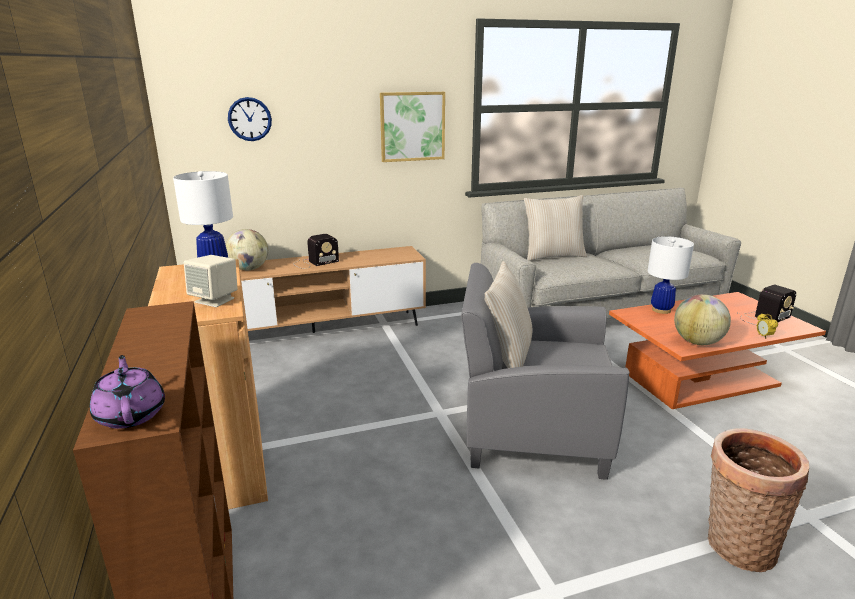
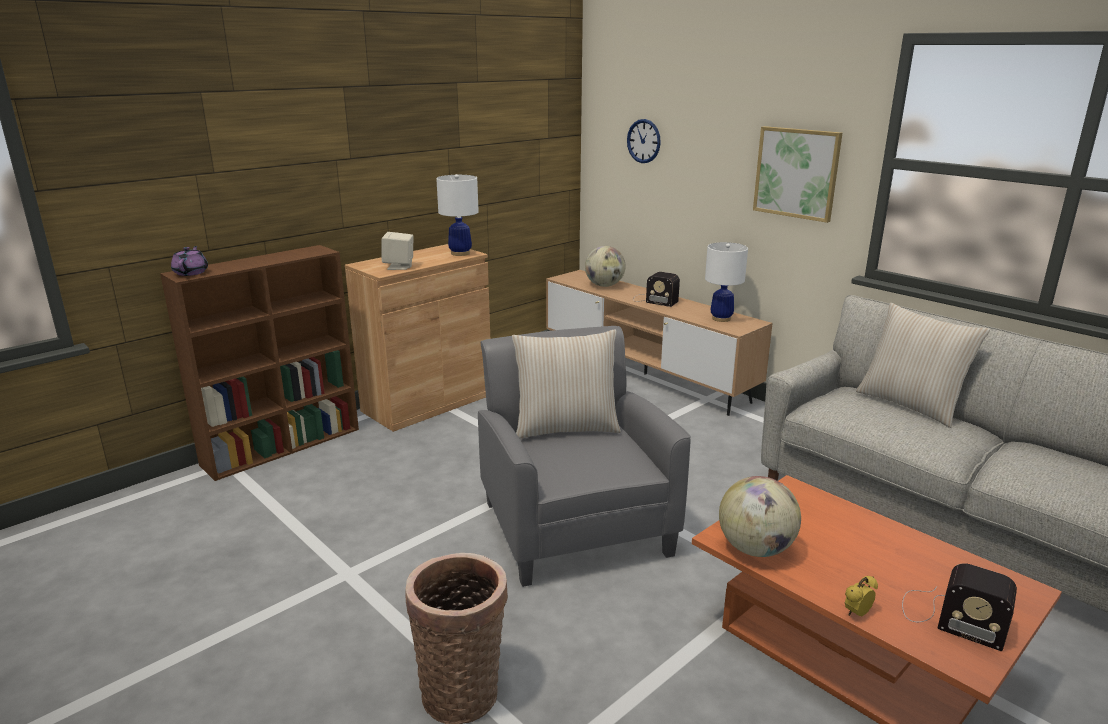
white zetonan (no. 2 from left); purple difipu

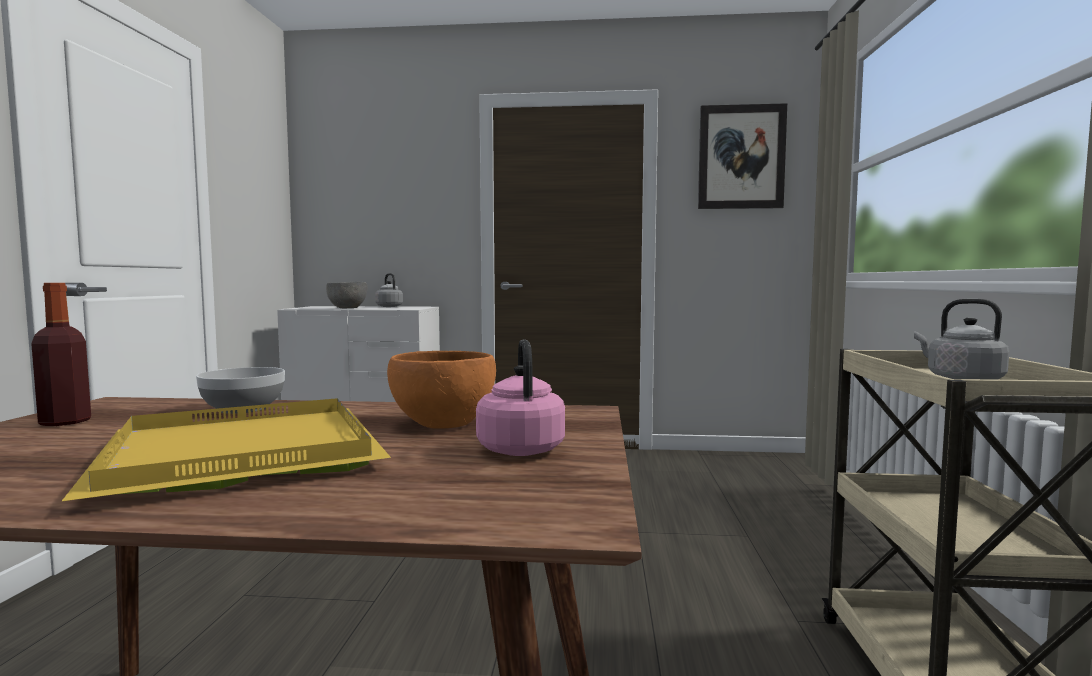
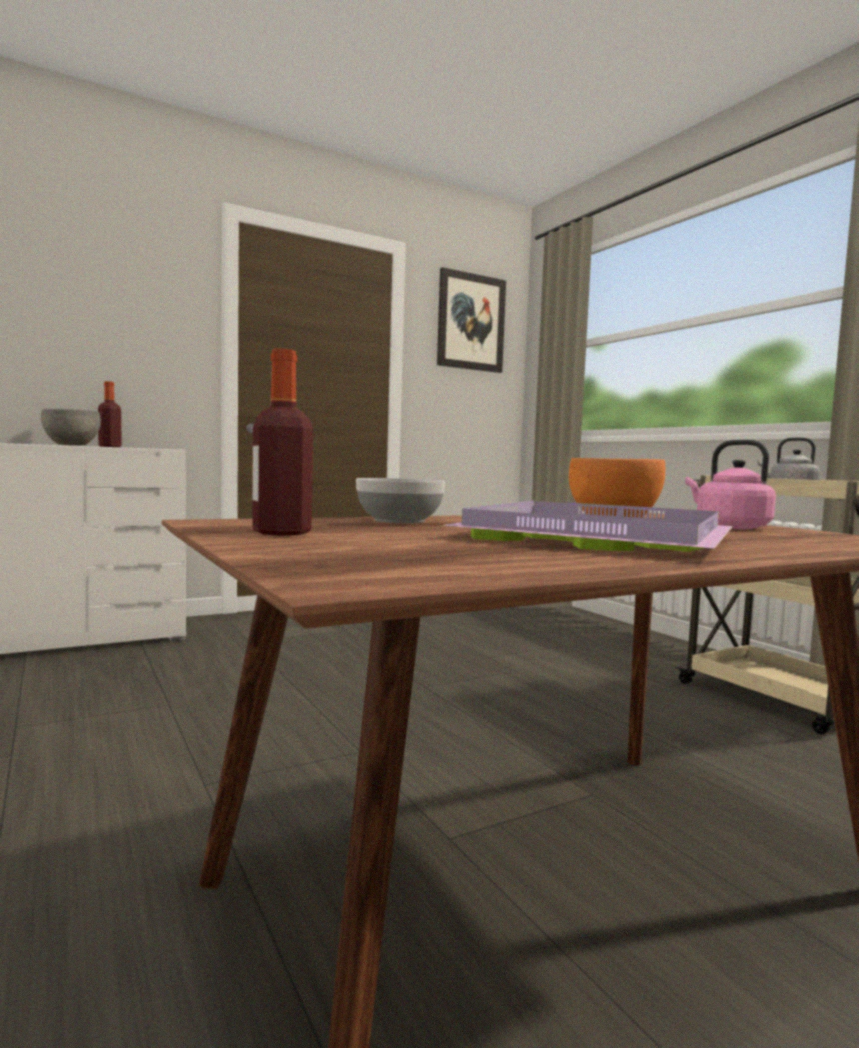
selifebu (no. 1 from left); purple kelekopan

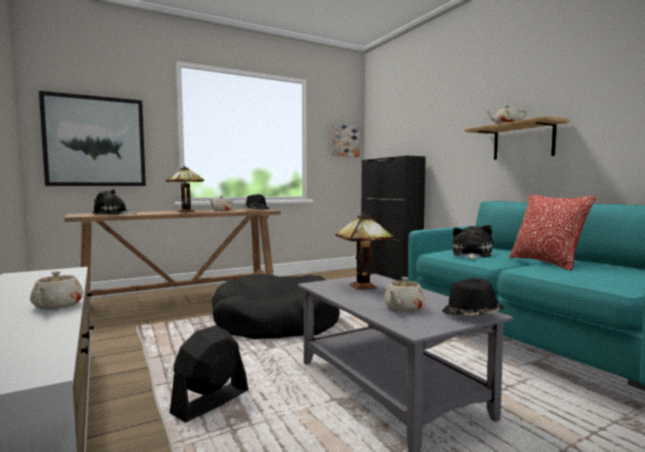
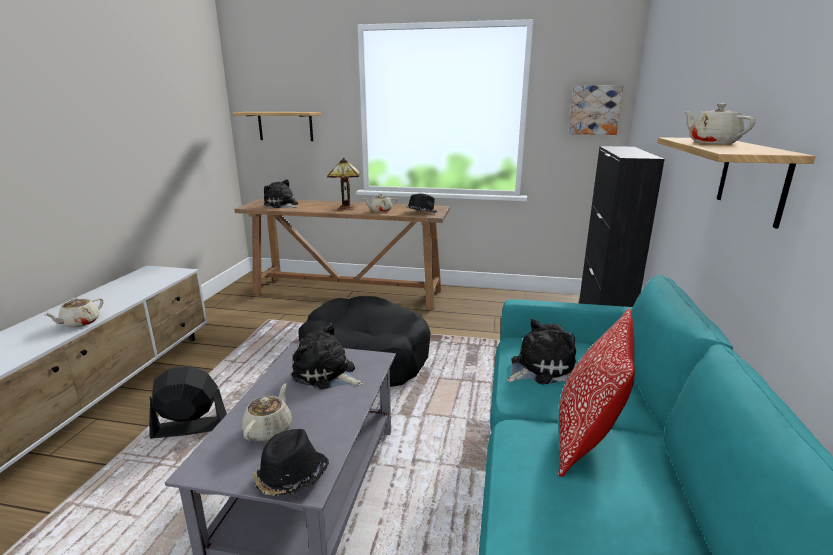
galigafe (no. 1 from left); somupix (no. 2 from left); beige difipu (no. 2 from left)

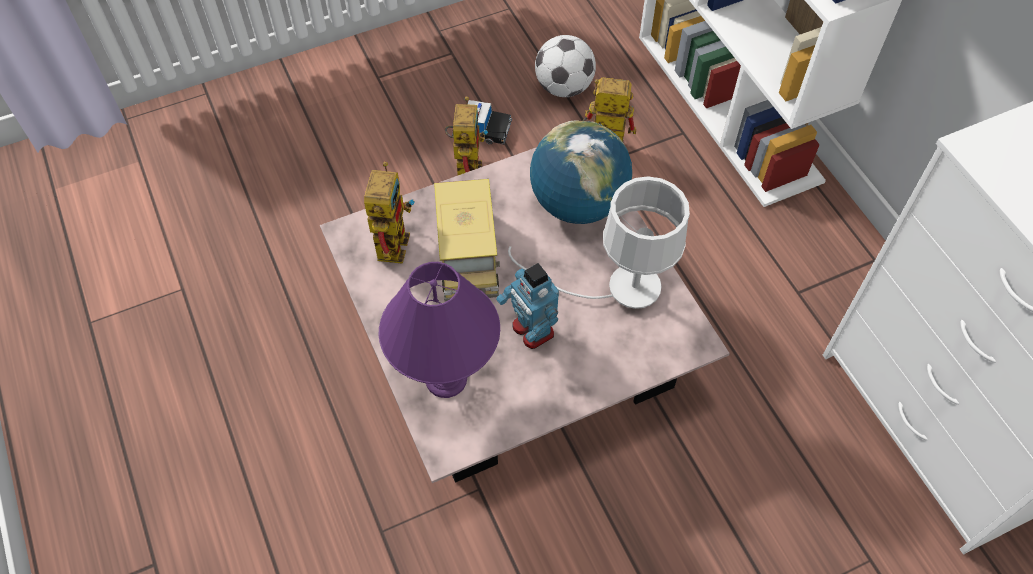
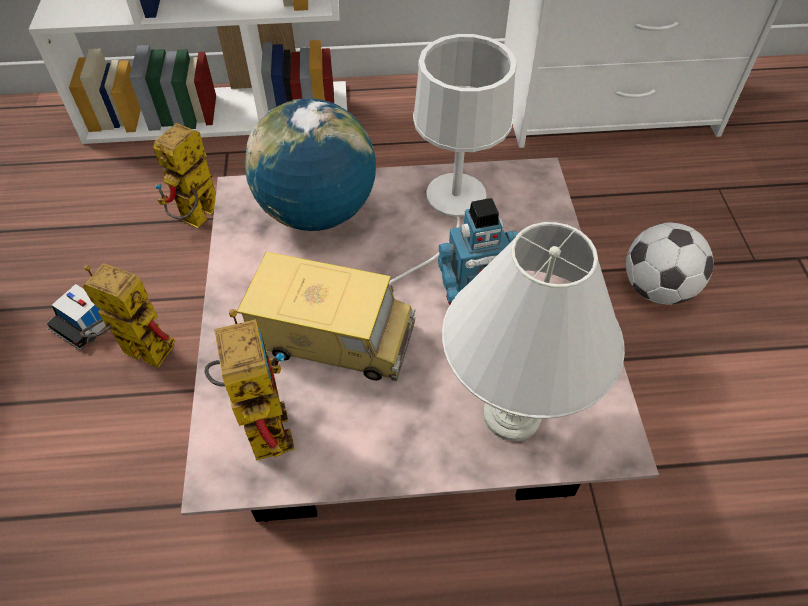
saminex; white zetonan (no. 2 from left); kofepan (no. 3 from left)

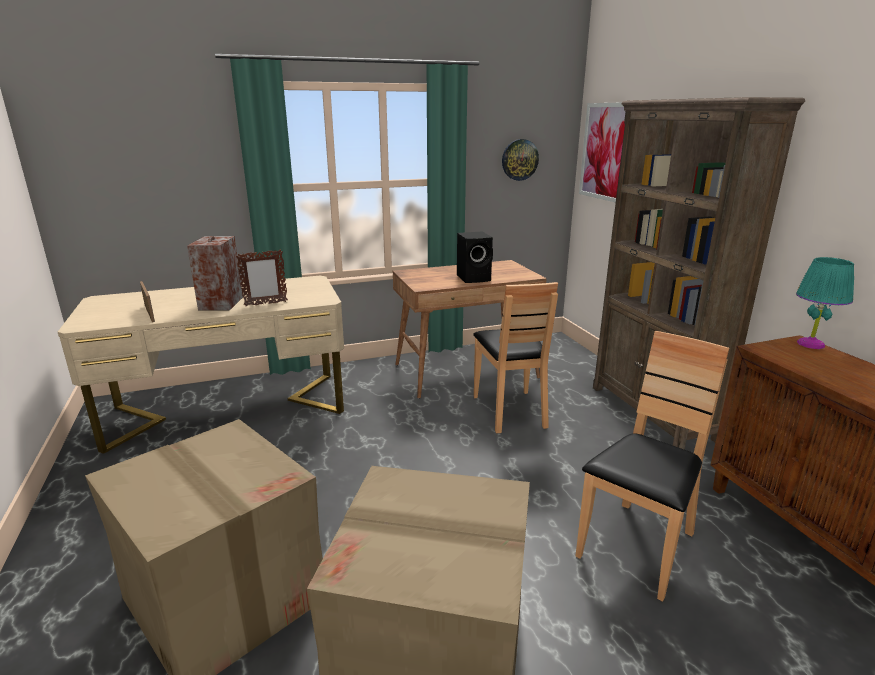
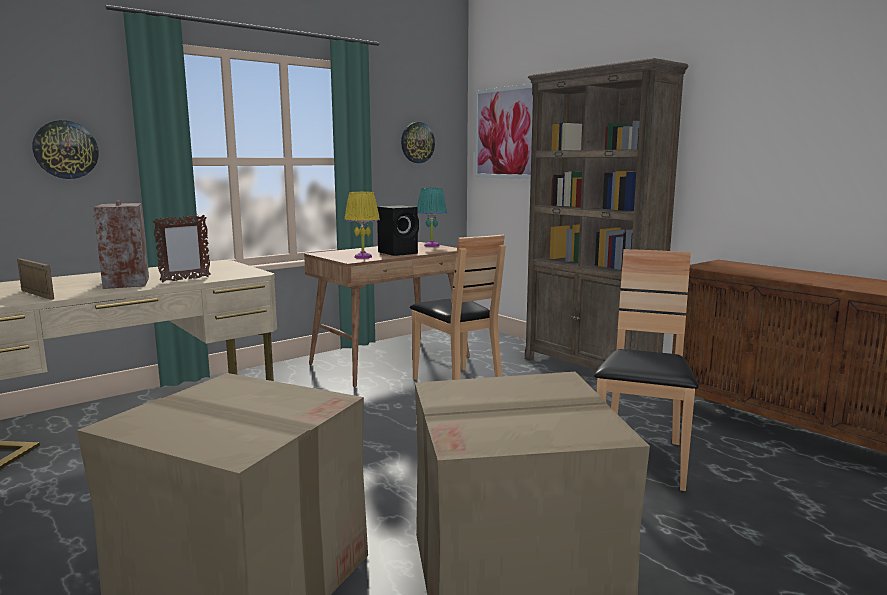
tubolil (no. 1 from left); yellow zetonan; turquoise zetonan

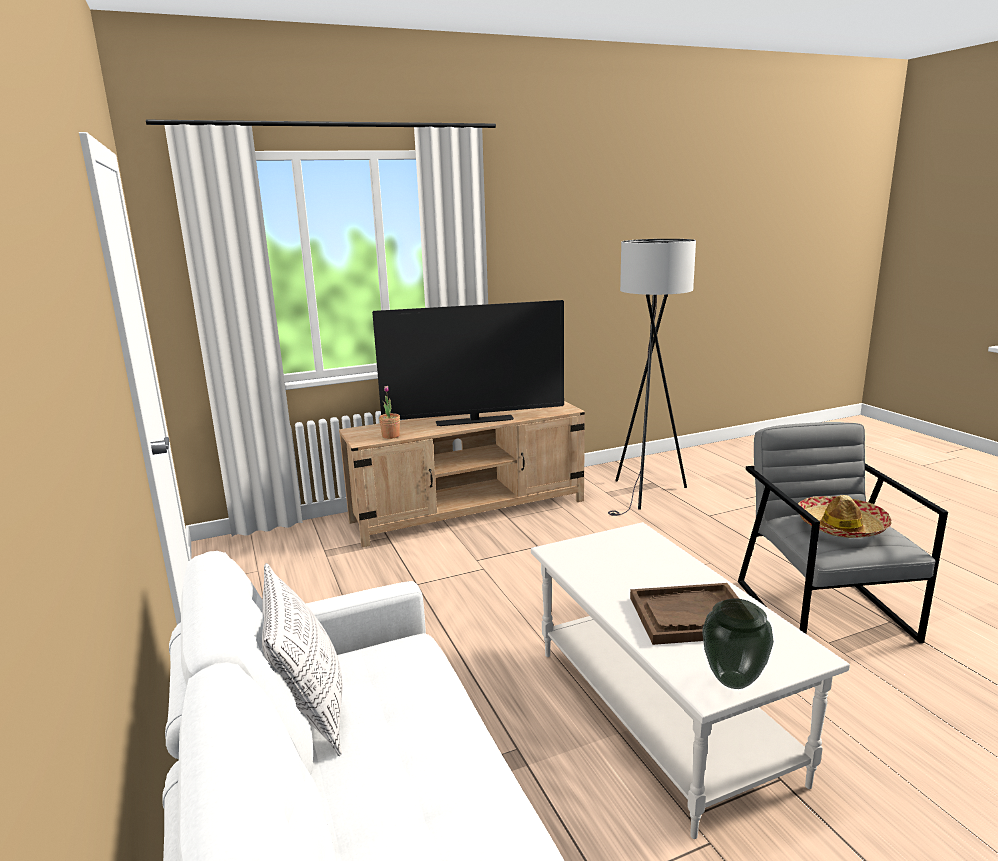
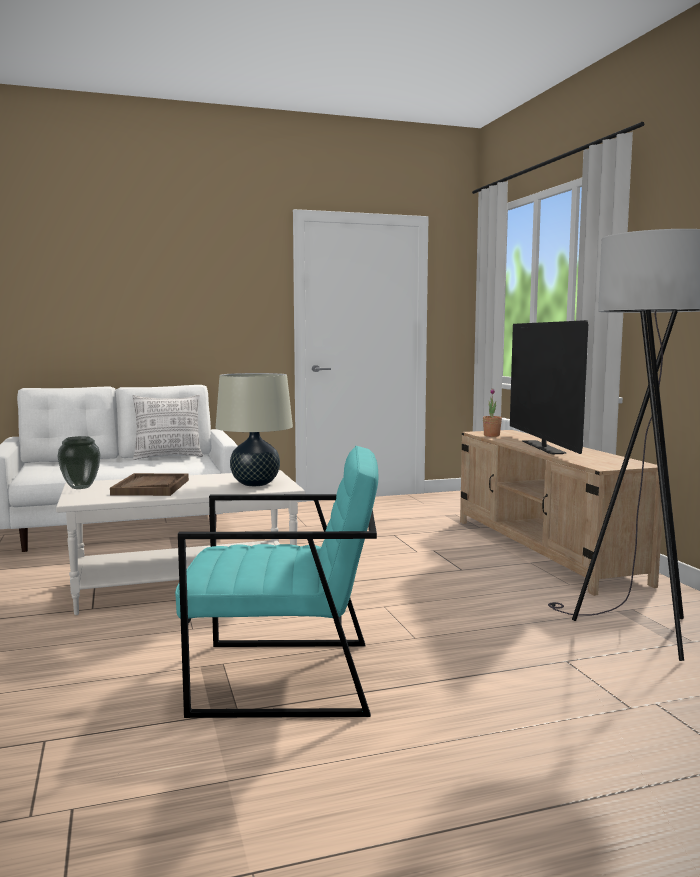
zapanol; beige zetonan; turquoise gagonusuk

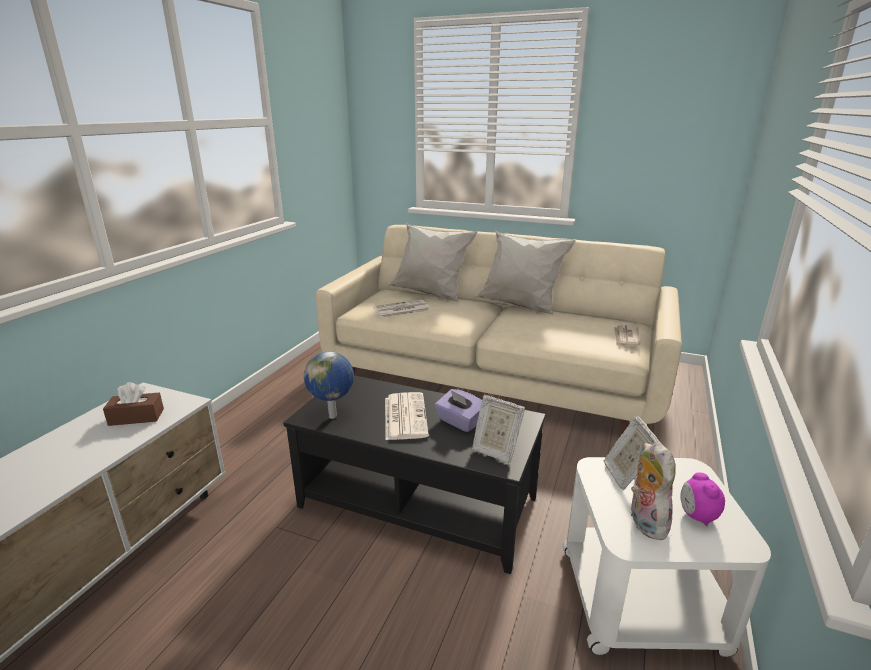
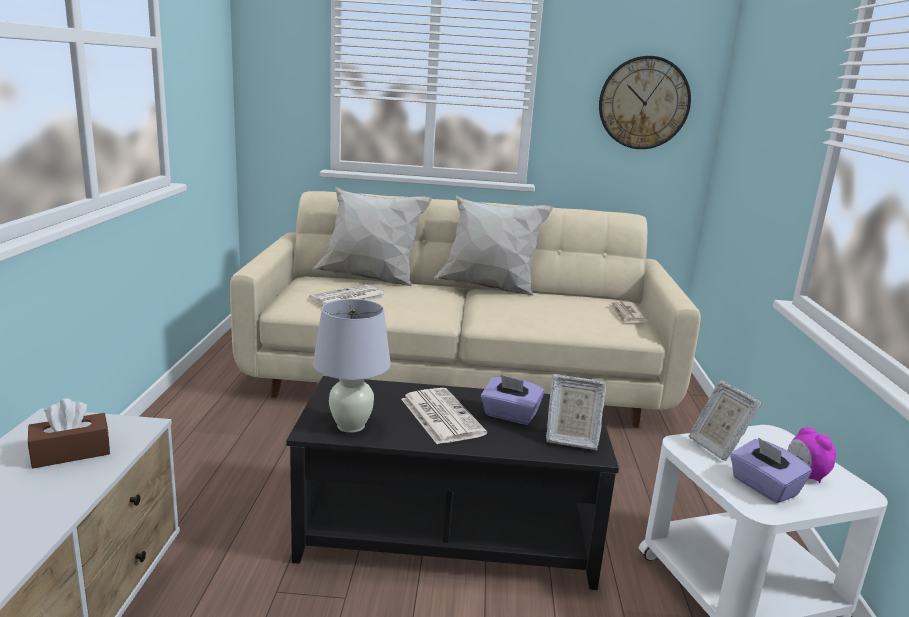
tubolil; white zetonan; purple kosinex (no. 2 from left)

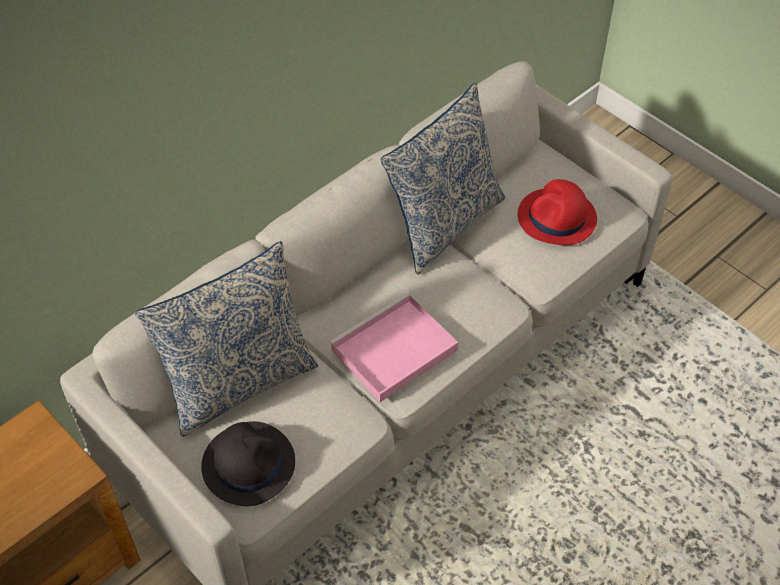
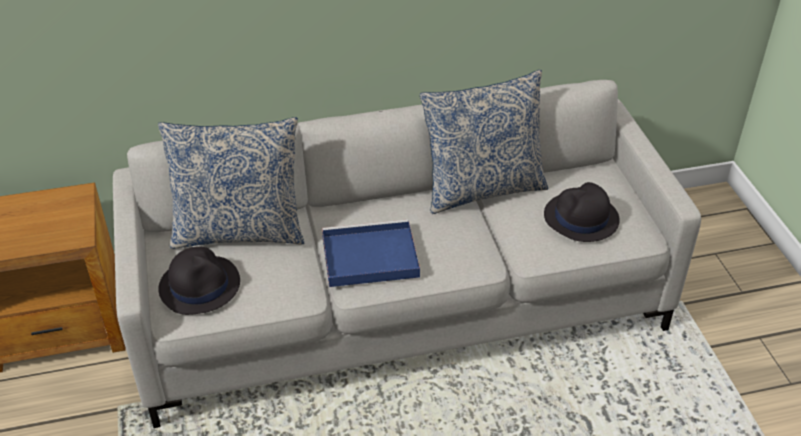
blue kelekopan; black zapanol (no. 2 from left)

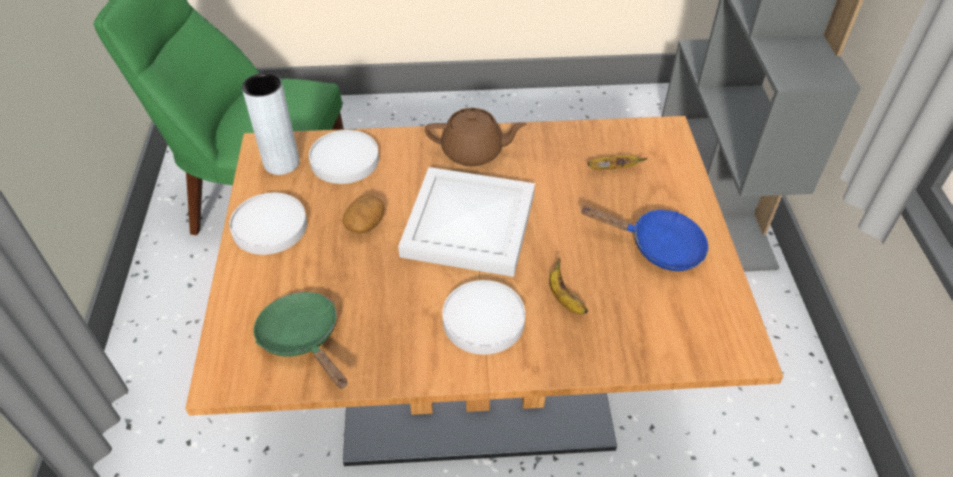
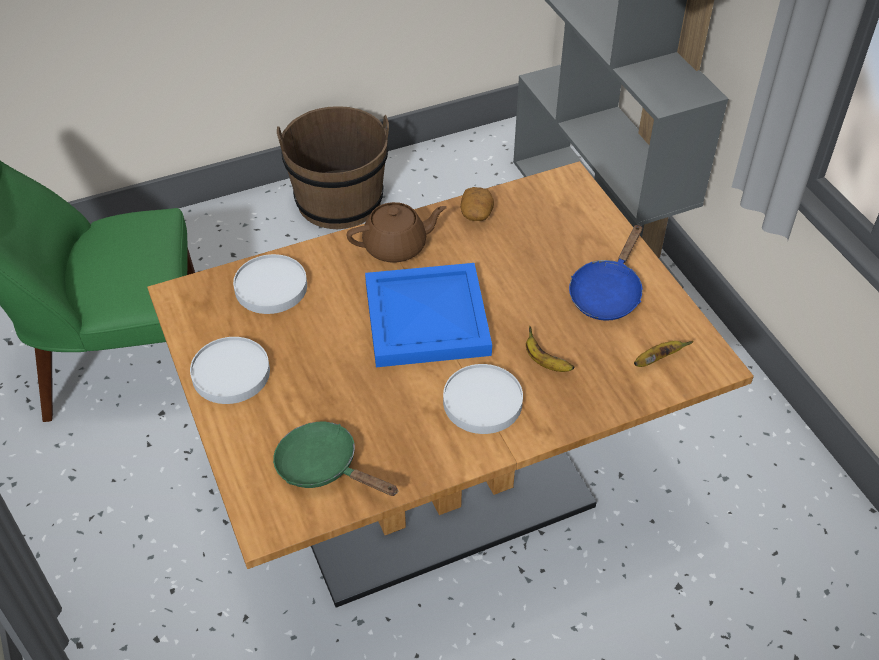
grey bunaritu; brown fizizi; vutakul; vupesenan (no. 2 from left); blue kelekopan; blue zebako

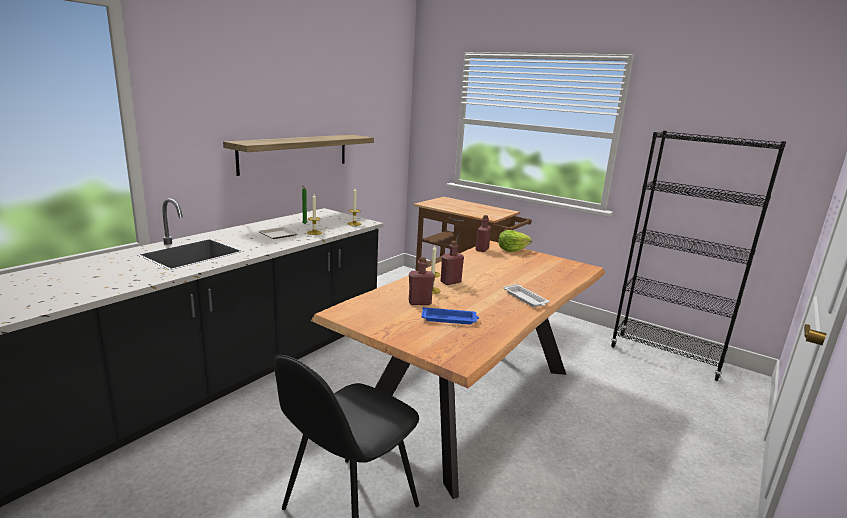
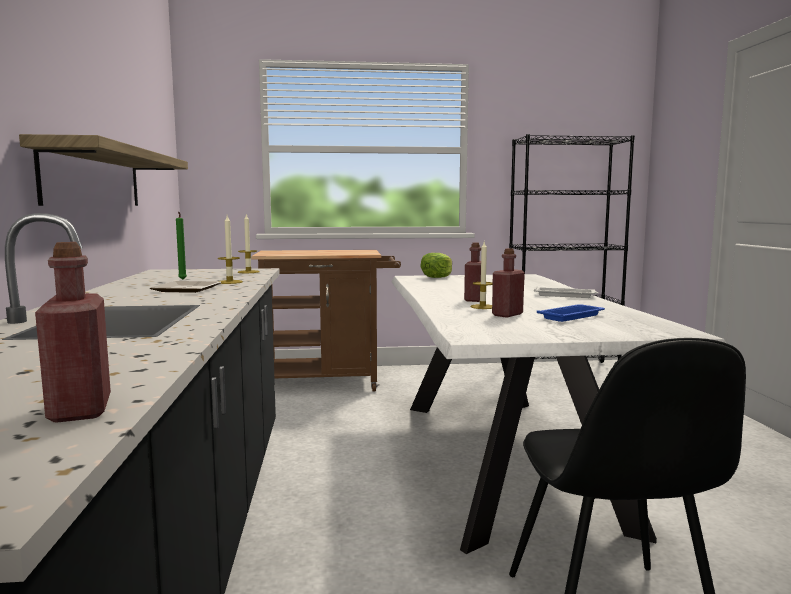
red selifebu (no. 1 from left); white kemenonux

